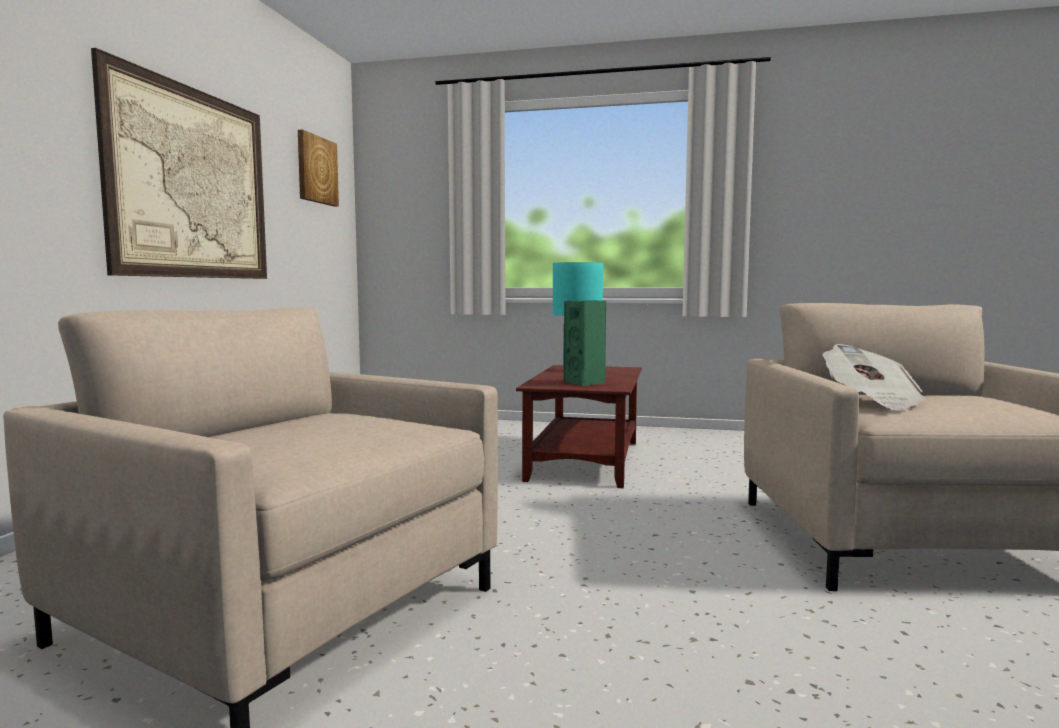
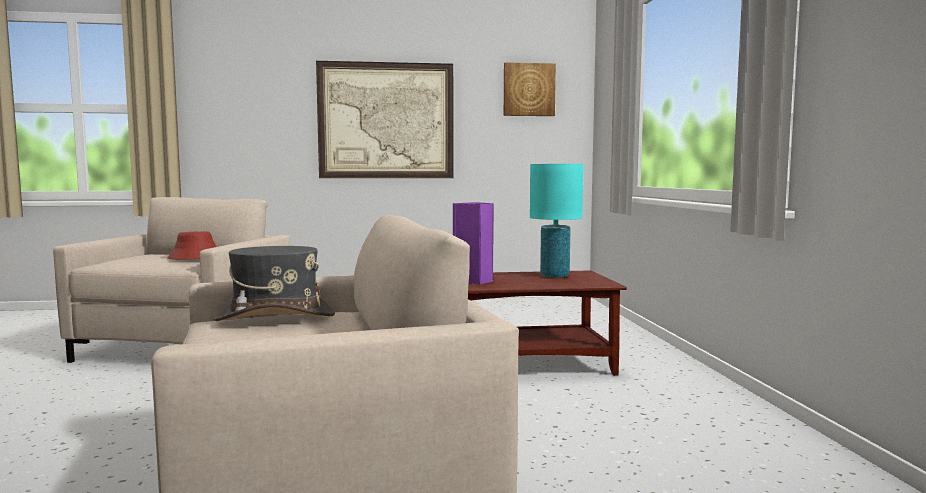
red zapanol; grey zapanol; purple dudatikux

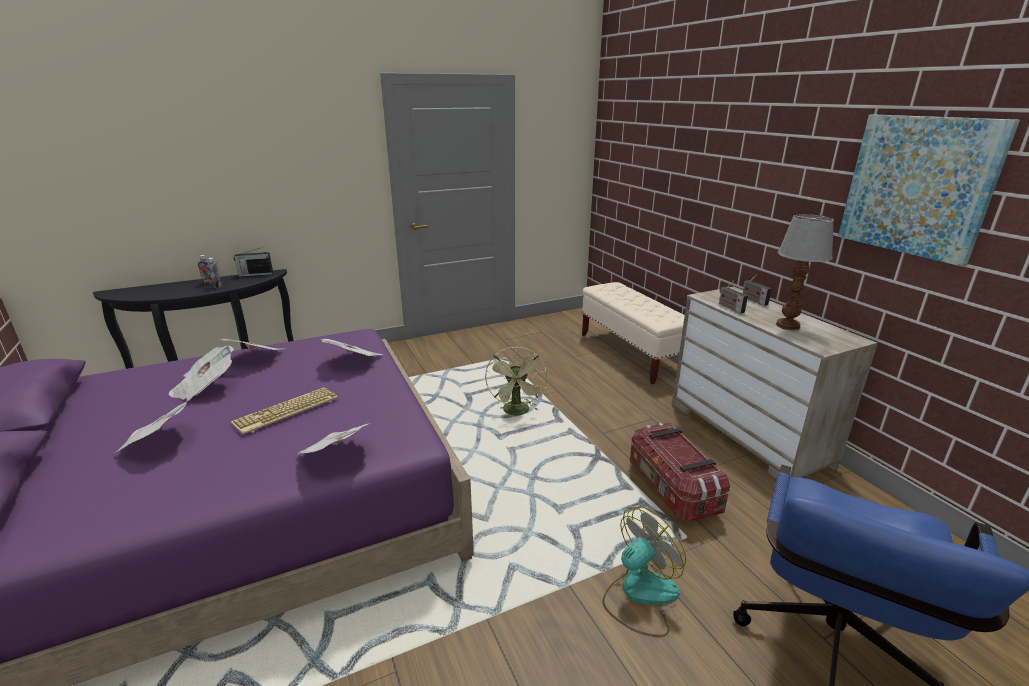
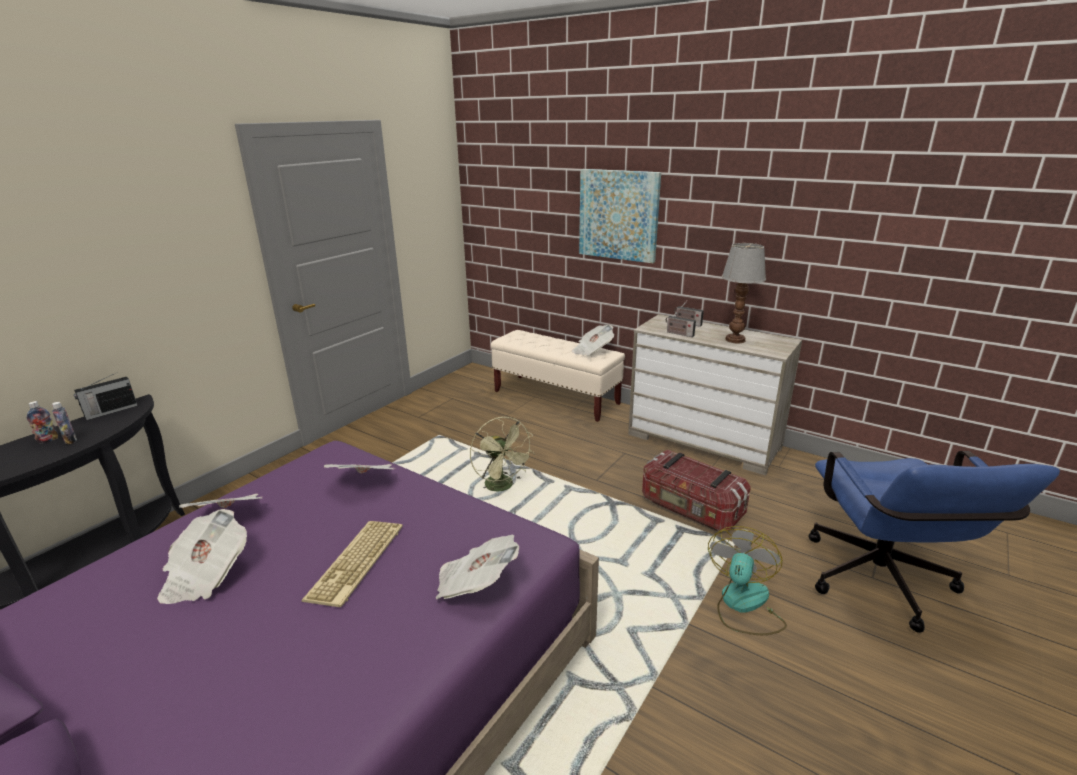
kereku (no. 5 from left); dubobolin

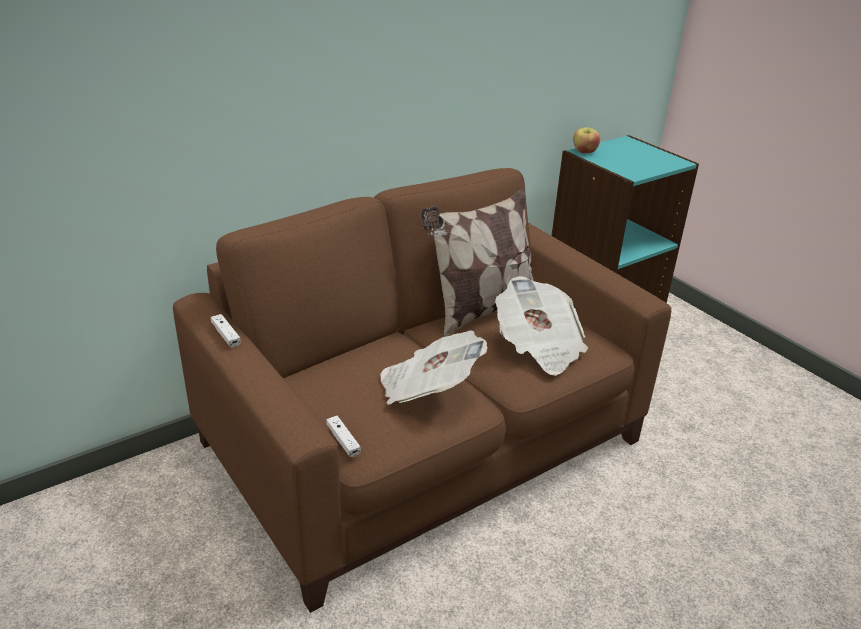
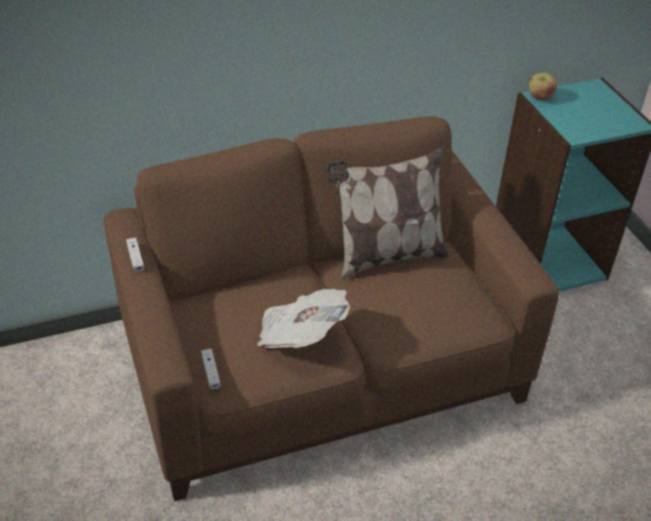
kereku (no. 2 from left in the first image)

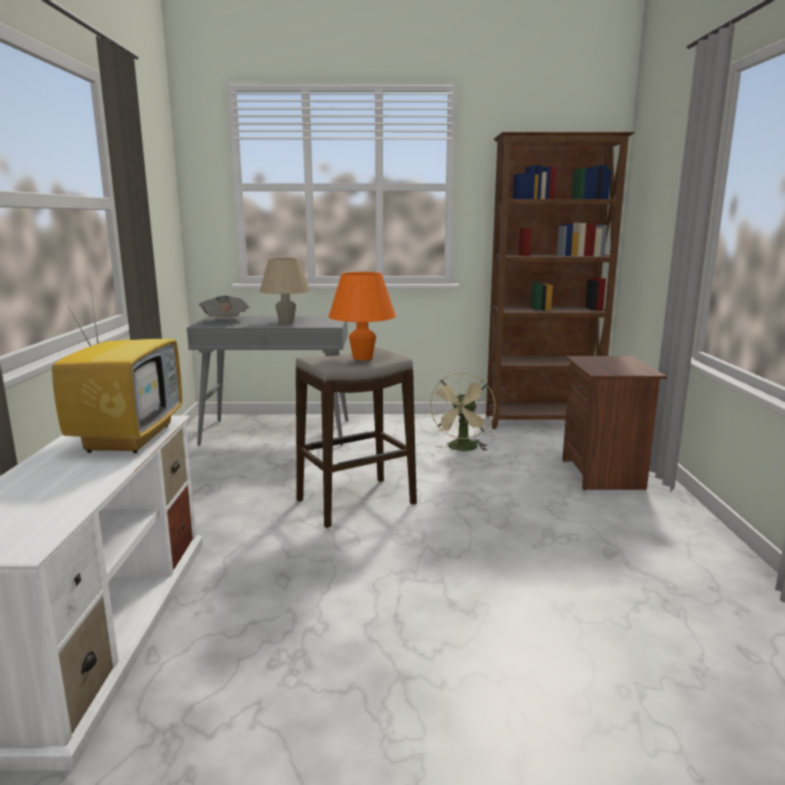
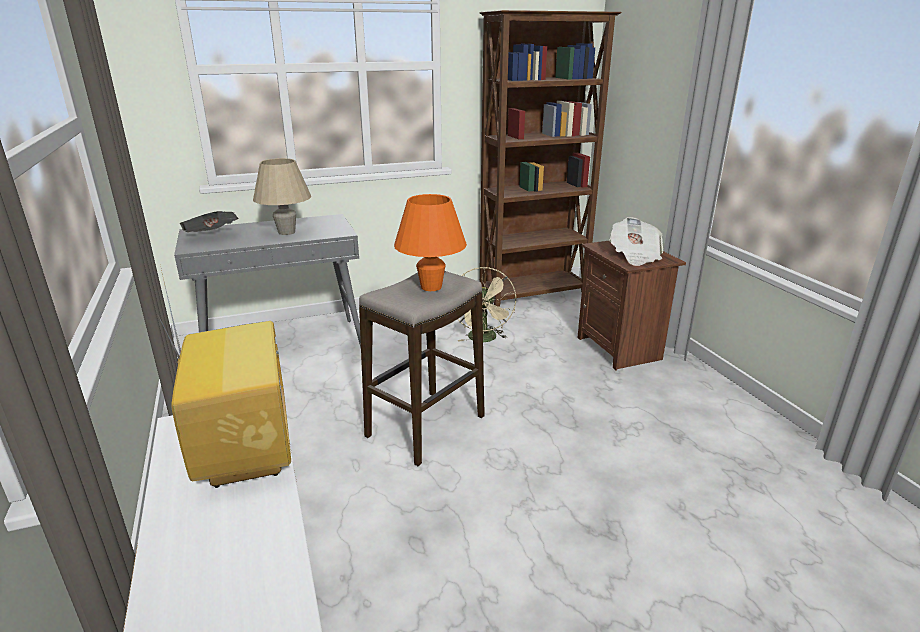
kereku (no. 2 from left)

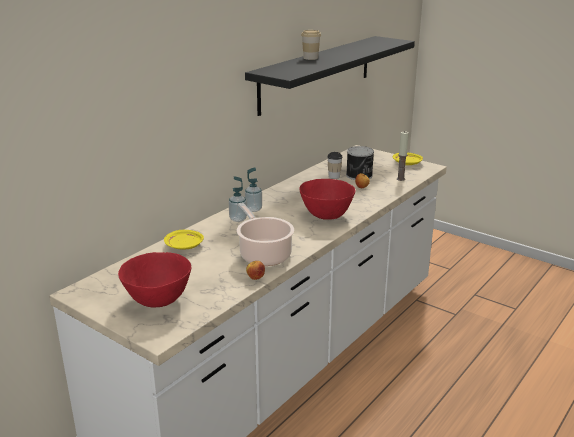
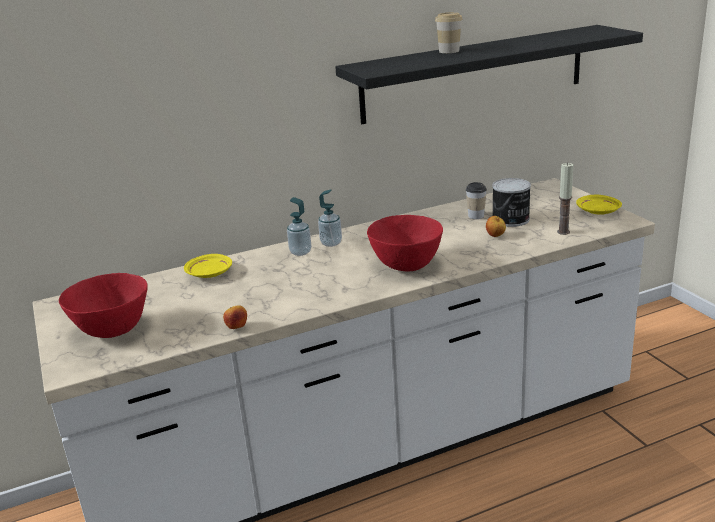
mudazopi

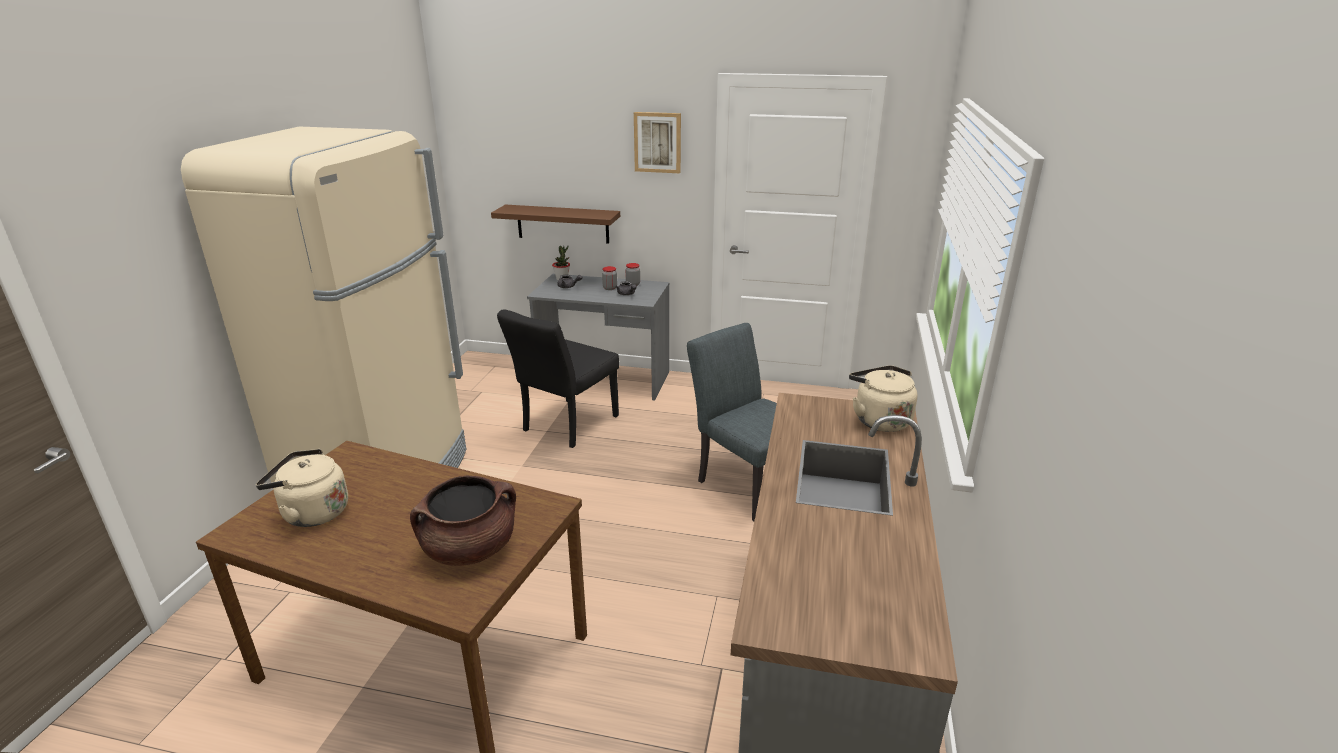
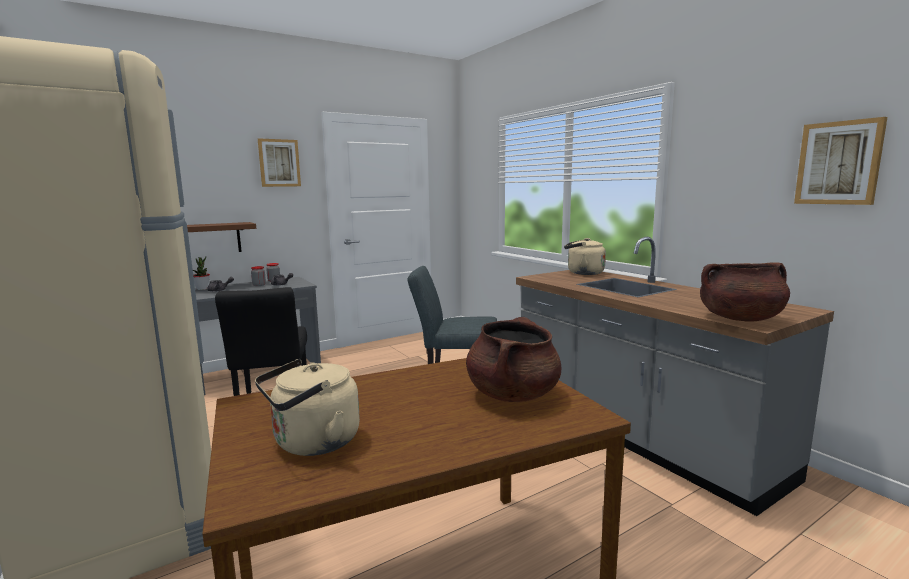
brown mudazopi (no. 2 from left); dubobolin (no. 2 from left)

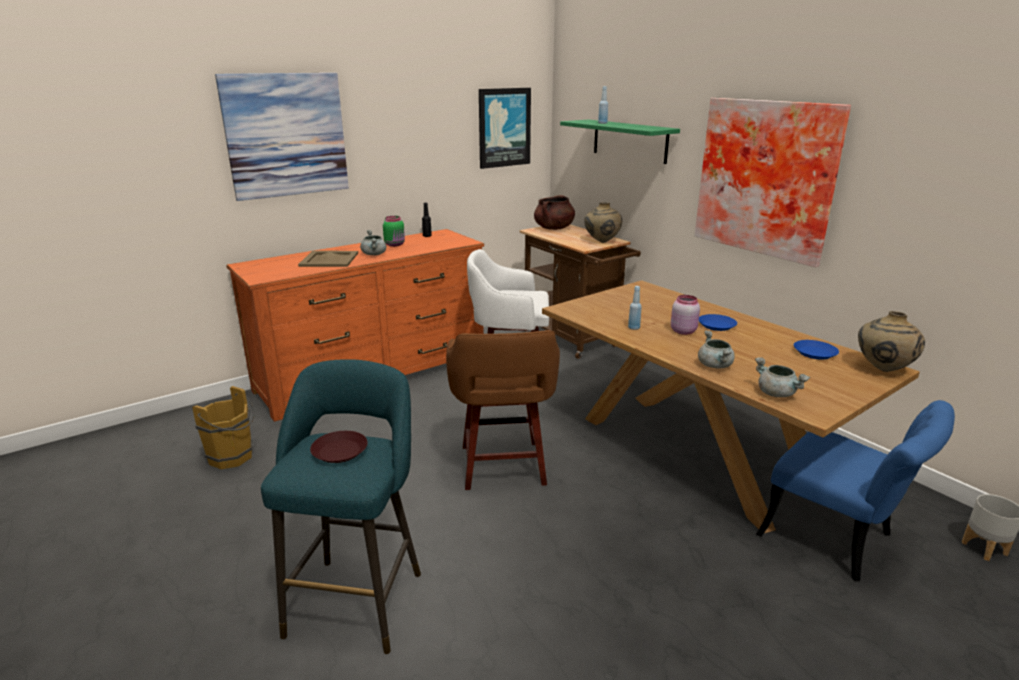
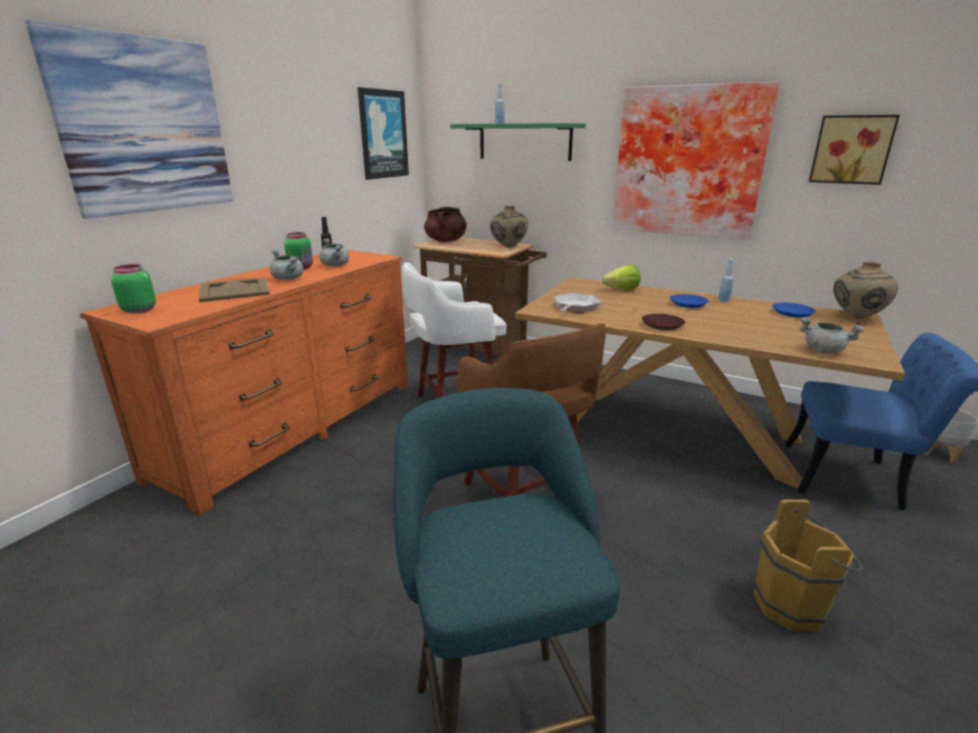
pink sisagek; green sisagek (no. 1 from left); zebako; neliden; dubobolin (no. 4 from left); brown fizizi; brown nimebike; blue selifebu (no. 2 from left); grey mudazopi (no. 2 from left)

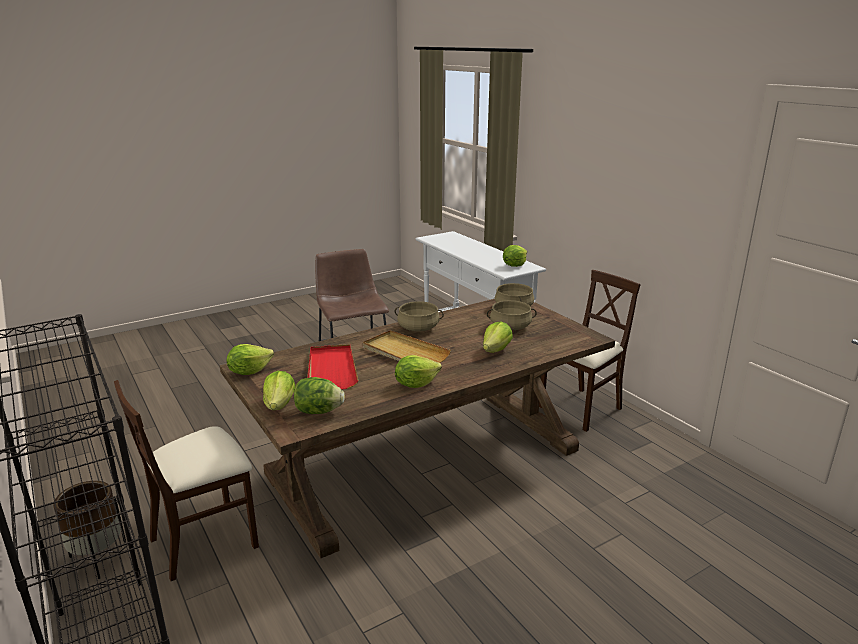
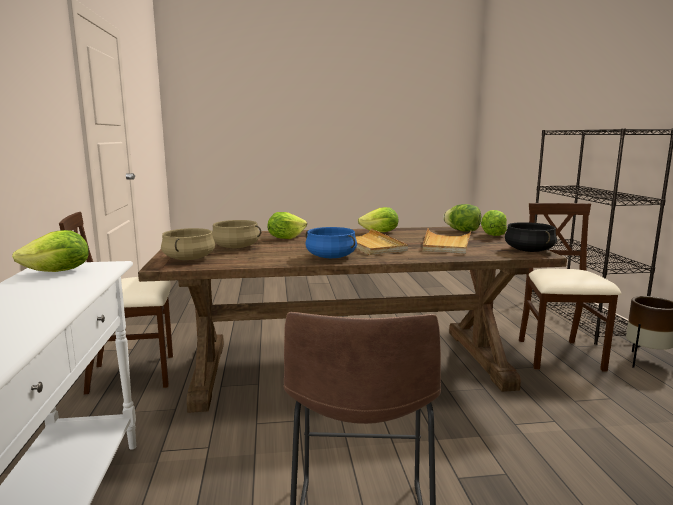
black mudazopi; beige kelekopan (no. 2 from left); blue mudazopi; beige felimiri (no. 2 from left)

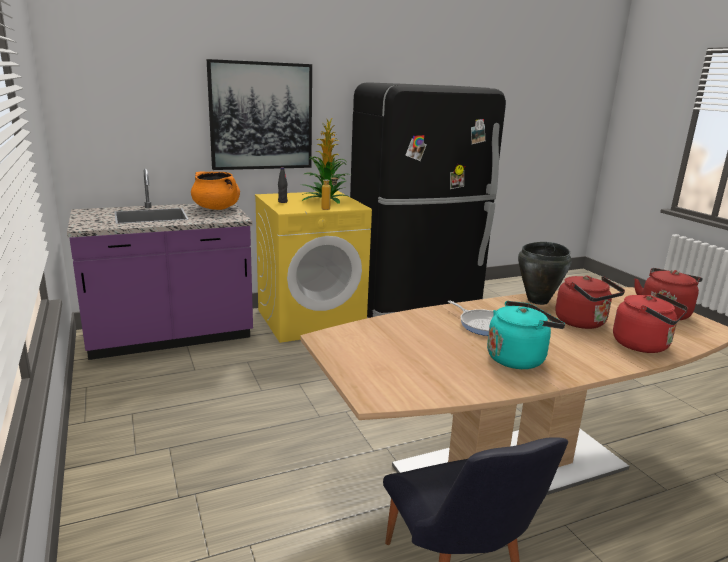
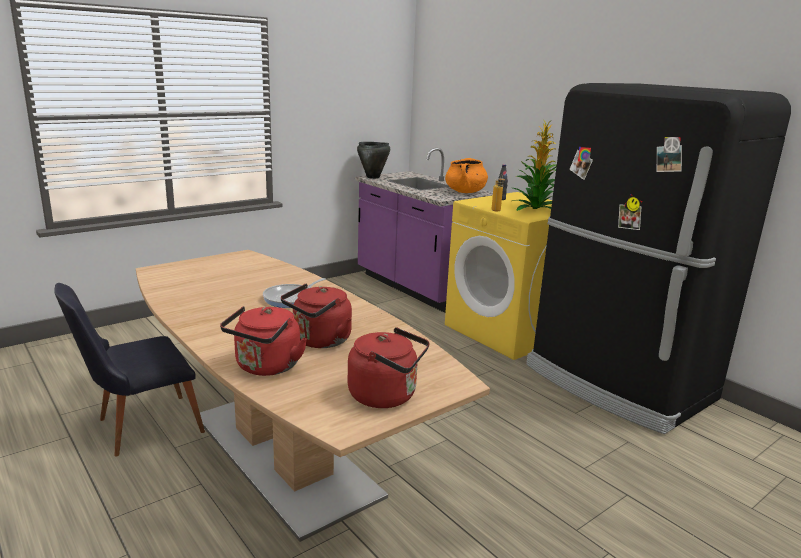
dubobolin; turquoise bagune; black mudazopi

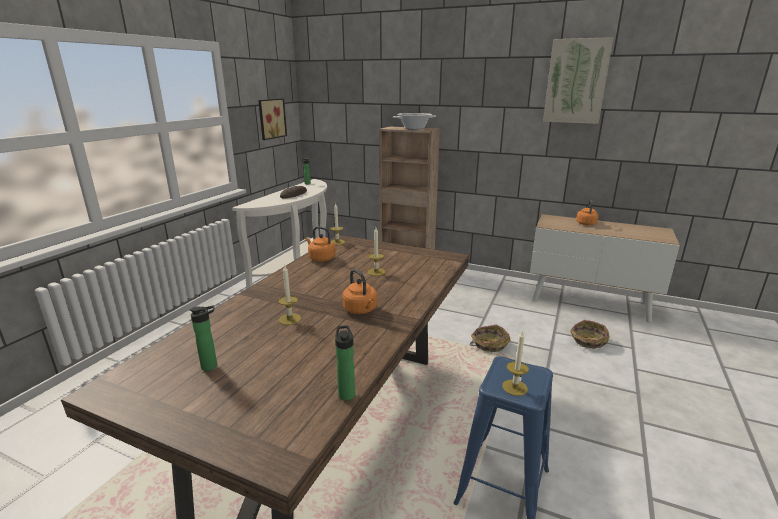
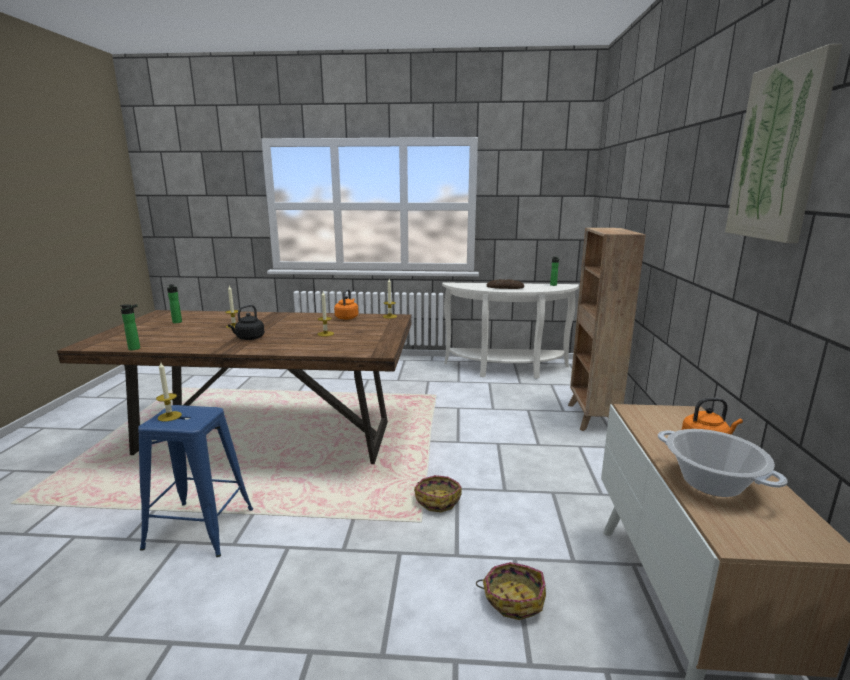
dubobolin (no. 1 from left in the first image); mudazopi; black bagune

